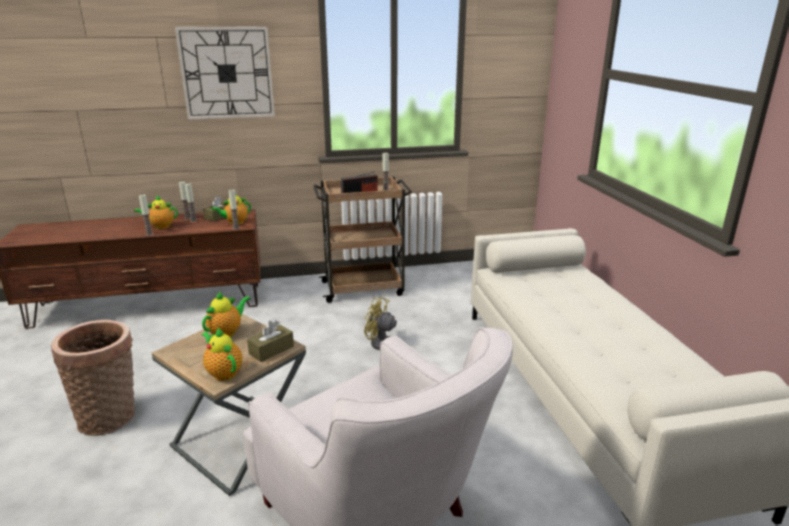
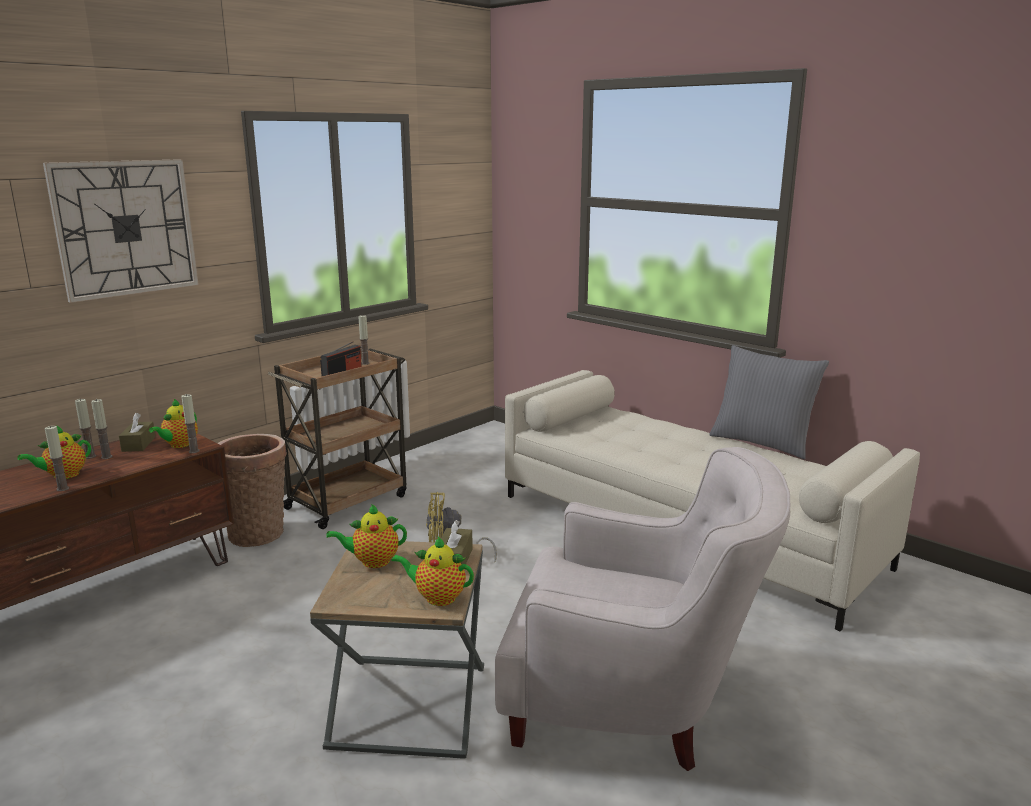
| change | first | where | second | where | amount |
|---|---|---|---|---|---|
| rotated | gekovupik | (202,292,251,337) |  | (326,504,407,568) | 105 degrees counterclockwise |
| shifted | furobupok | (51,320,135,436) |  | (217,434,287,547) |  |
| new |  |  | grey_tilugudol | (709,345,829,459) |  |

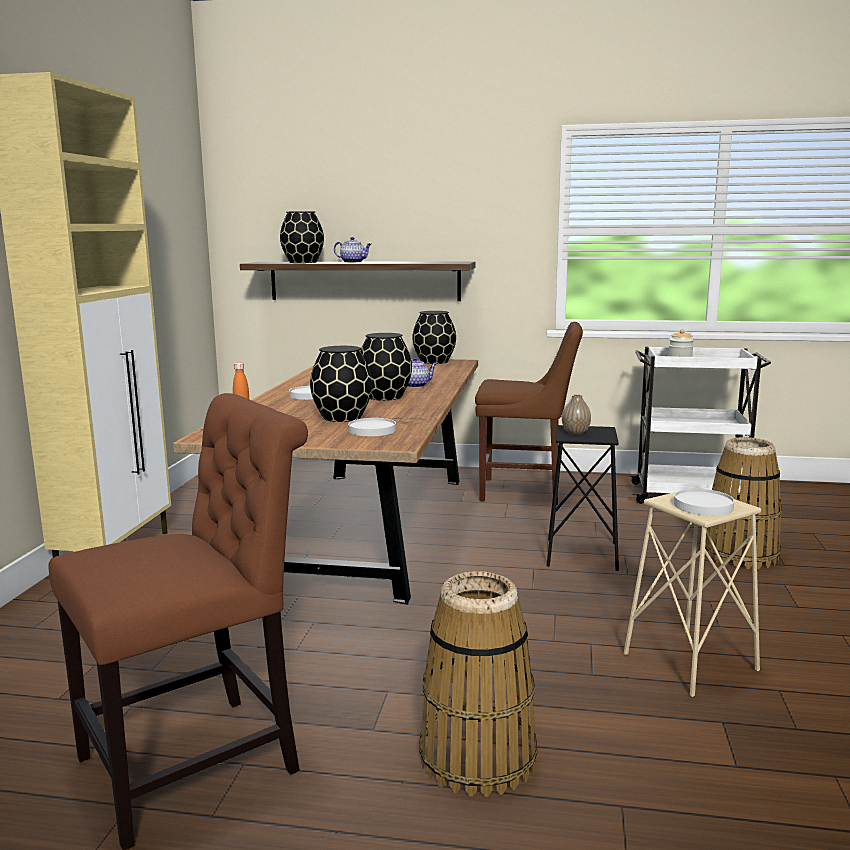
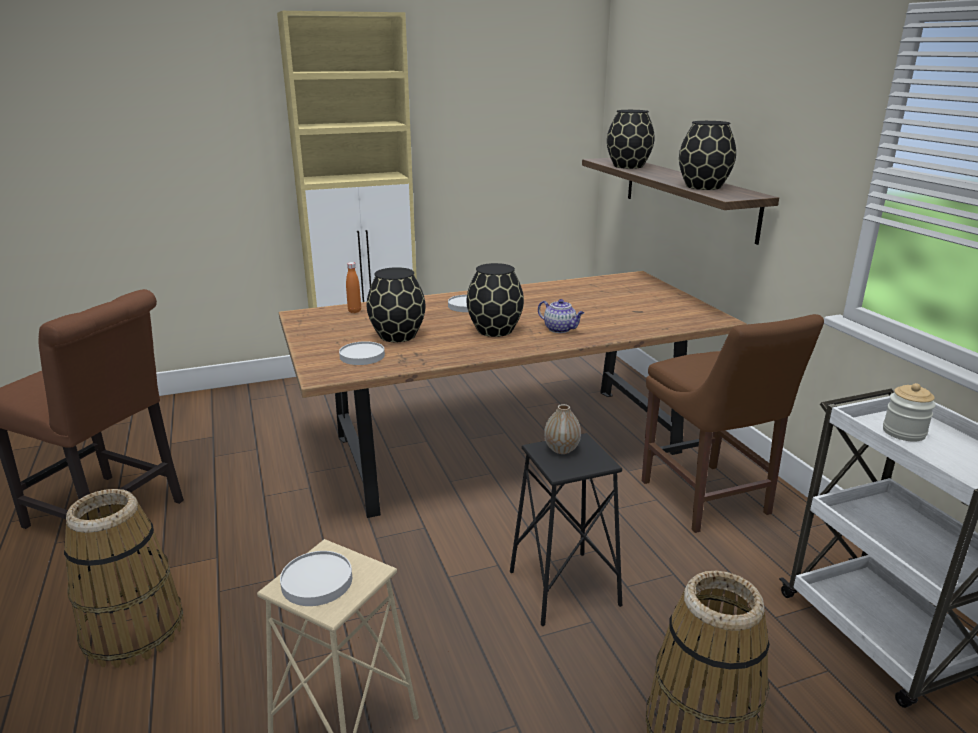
| change | first | where | second | where | amount |
|---|---|---|---|---|---|
| gone | gekovupik | (334,237,371,263) |  |  |  |
| shifted | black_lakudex | (412,311,456,364) |  | (679,121,736,190) |  |

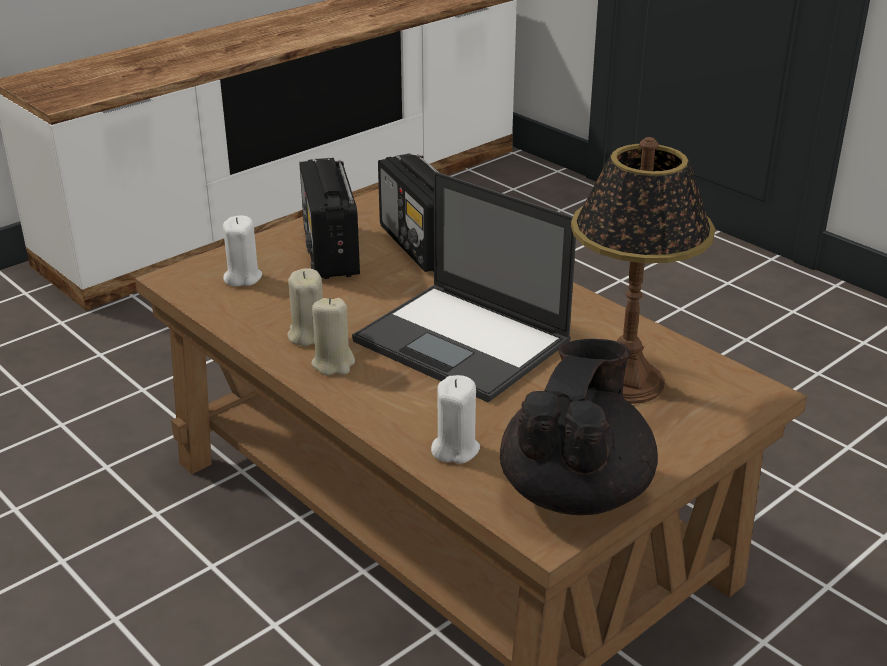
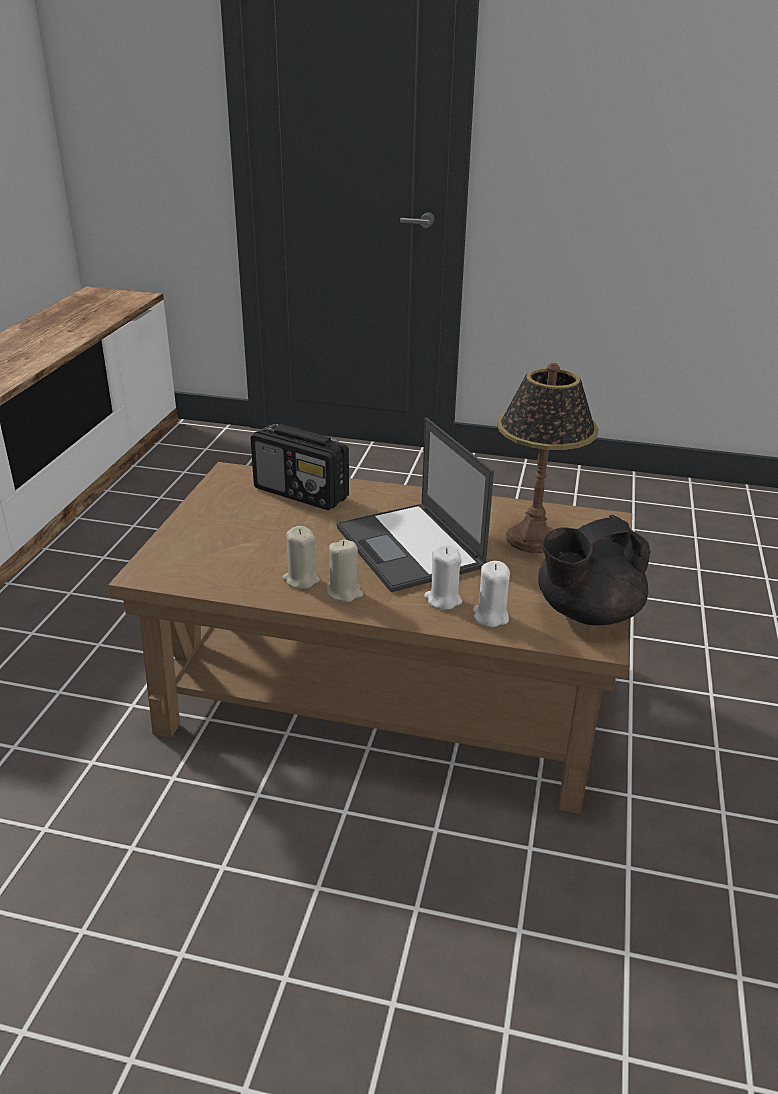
| change | first | where | second | where | amount |
|---|---|---|---|---|---|
| gone | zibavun | (299,158,360,279) |  |  |  |
| rotated | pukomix | (352,171,576,403) |  | (337,418,494,592) | 60 degrees clockwise |
| shifted | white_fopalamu | (223,215,262,286) |  | (424,545,462,610) |  |
| rotated | black_gekovupik | (500,339,658,515) |  | (538,515,651,625) | 105 degrees counterclockwise |

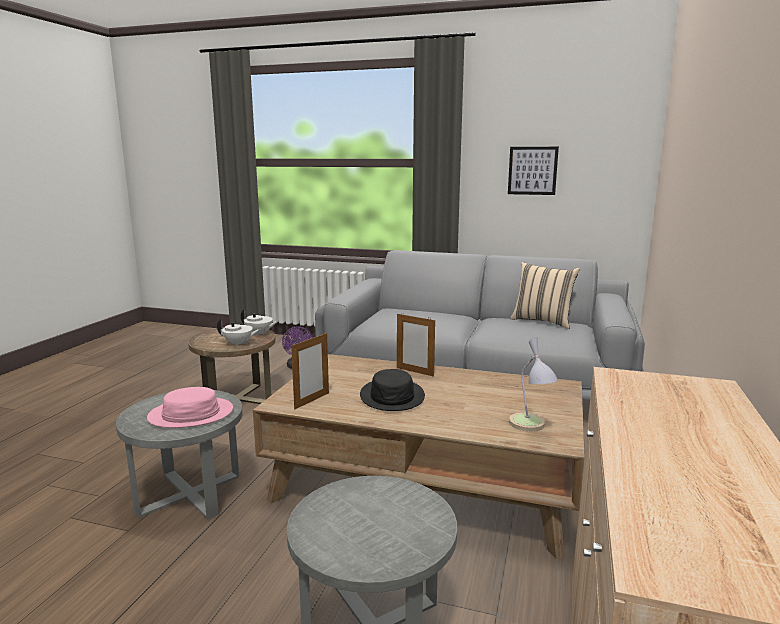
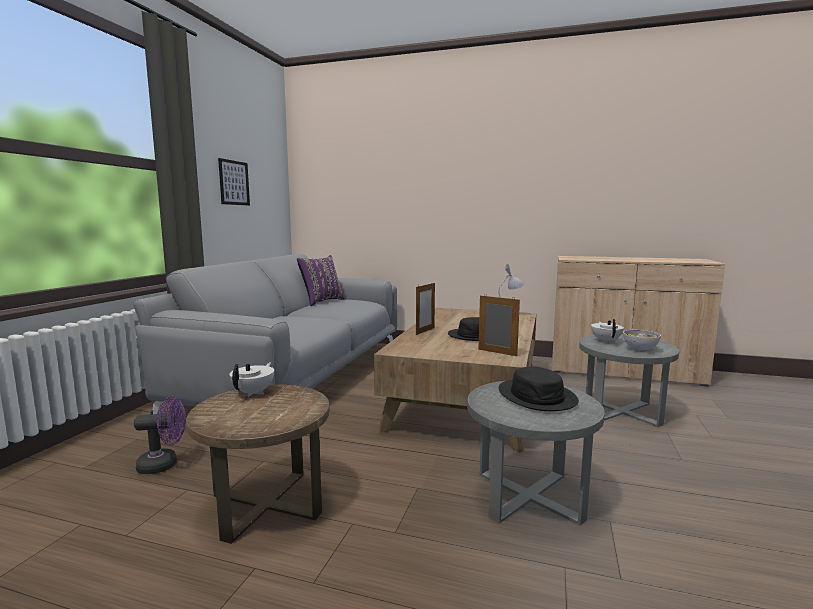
| change | first | where | second | where | amount |
|---|---|---|---|---|---|
| repainted | beige_tilugudol | (510,262,580,329) | purple_tilugudol | (297,255,344,306) |  |
| shifted | white_gekovupik | (217,319,260,346) |  | (591,319,624,343) |  |
| repainted | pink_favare | (147,387,233,428) | black_favare | (499,366,579,411) |  |
| new |  |  | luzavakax | (623,330,661,351) |  |

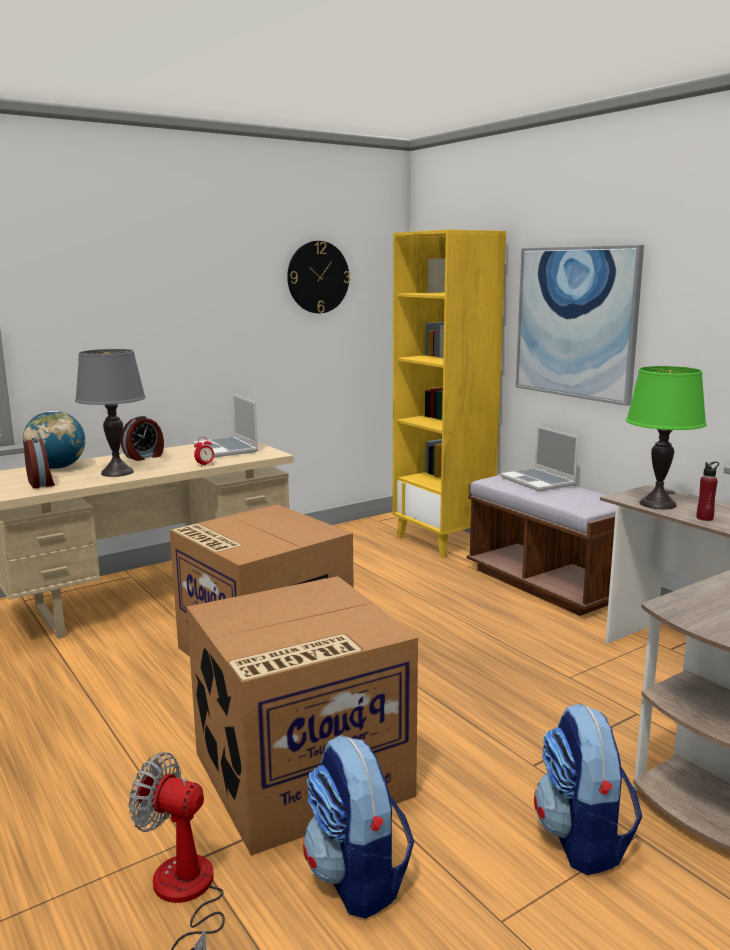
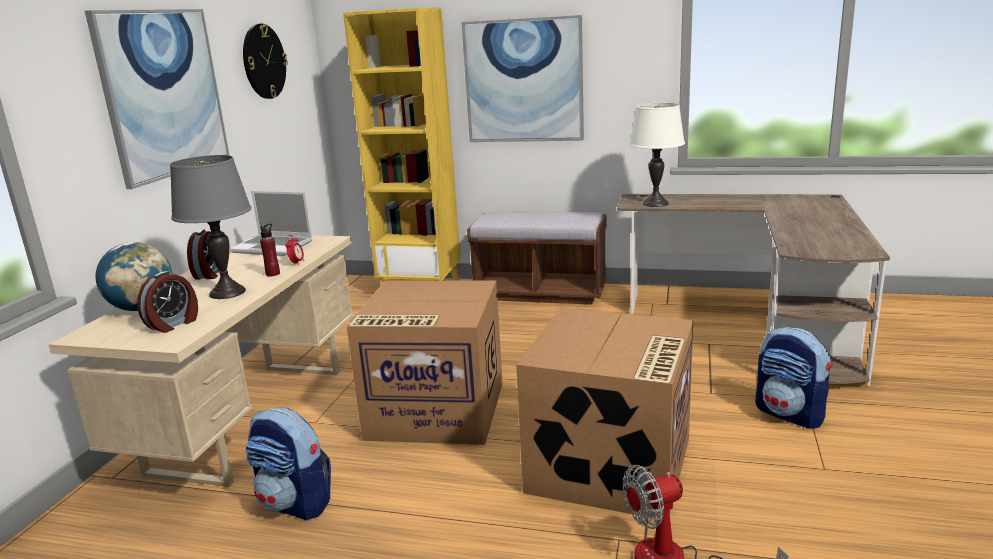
| change | first | where | second | where | amount |
|---|---|---|---|---|---|
| repainted | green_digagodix | (626,366,707,509) | white_digagodix | (629,103,685,207) |  |
| gone | pukomix | (500,426,579,491) |  |  |  |
| rotated | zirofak | (24,438,55,488) |  | (137,271,198,333) | 105 degrees clockwise |
| shifted | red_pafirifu | (696,462,719,521) |  | (260,224,280,276) |  |
| shifted | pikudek | (303,735,414,919) |  | (245,408,331,521) |  |
| new |  |  | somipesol | (85,9,230,189) |  |

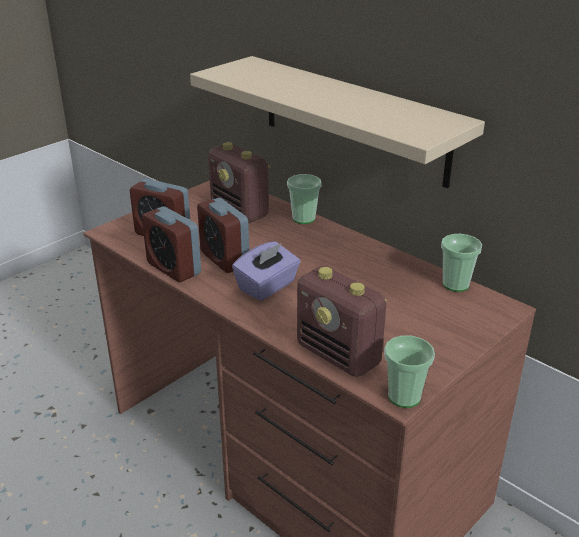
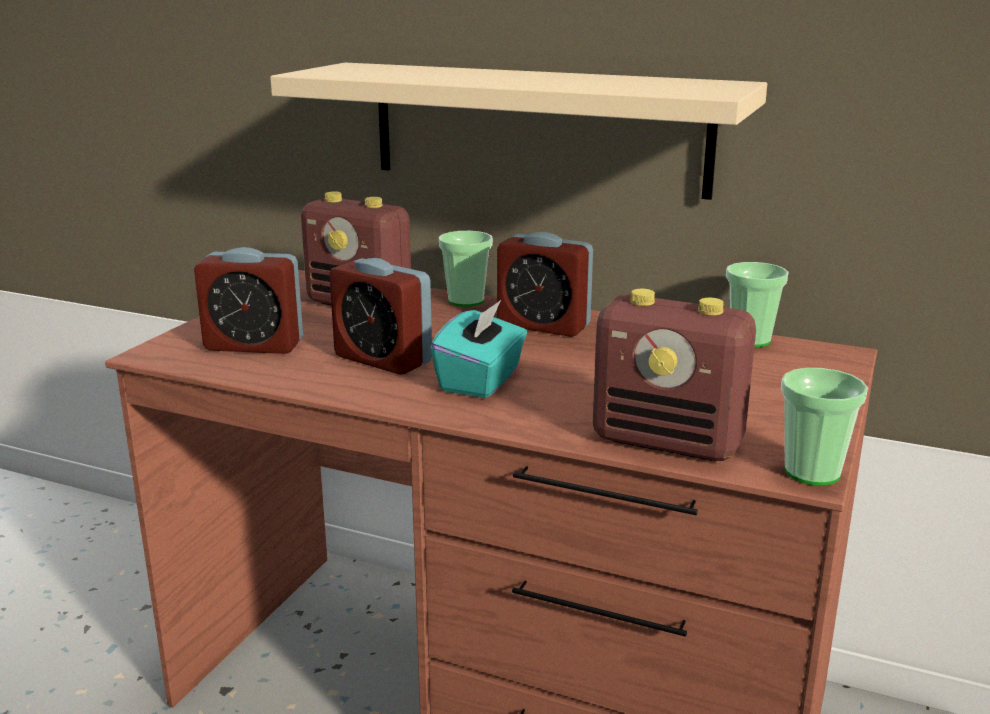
| change | first | where | second | where | amount |
|---|---|---|---|---|---|
| shifted | zirofak | (142,206,201,282) |  | (497,232,593,337) |  |
| repainted | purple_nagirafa | (232,241,301,301) | turquoise_nagirafa | (430,300,527,398) |  |

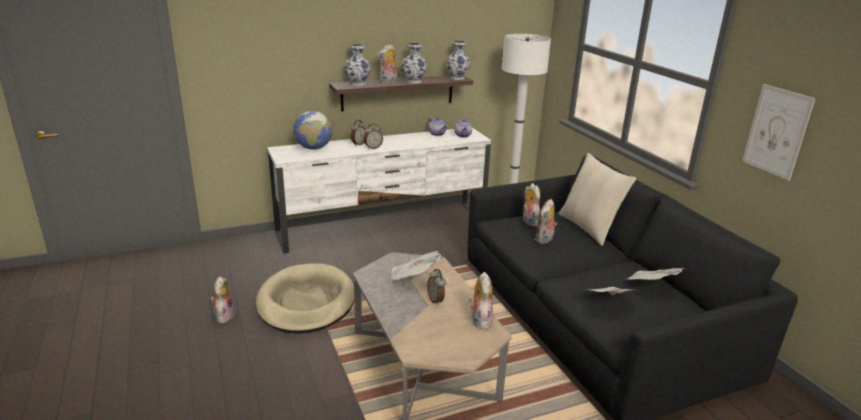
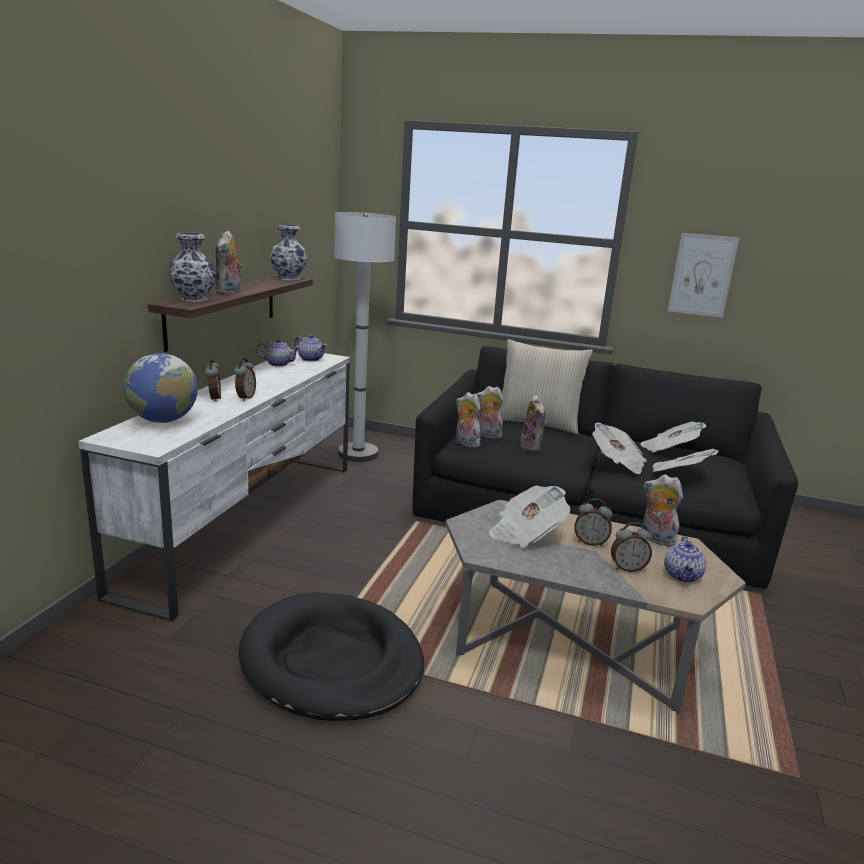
| change | first | where | second | where | amount |
|---|---|---|---|---|---|
| gone | lakudex | (401,43,427,83) |  |  |  |
| repainted | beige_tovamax | (256,263,354,333) | black_tovamax | (239,592,424,721) |  |
| shifted | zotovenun | (210,276,234,323) |  | (455,392,481,448) |  |
| new |  |  | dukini | (592,423,647,474) |  |
| new |  |  | zirofak | (611,522,652,572) |  |
| new |  |  | gekovupik | (664,536,706,583) |  |

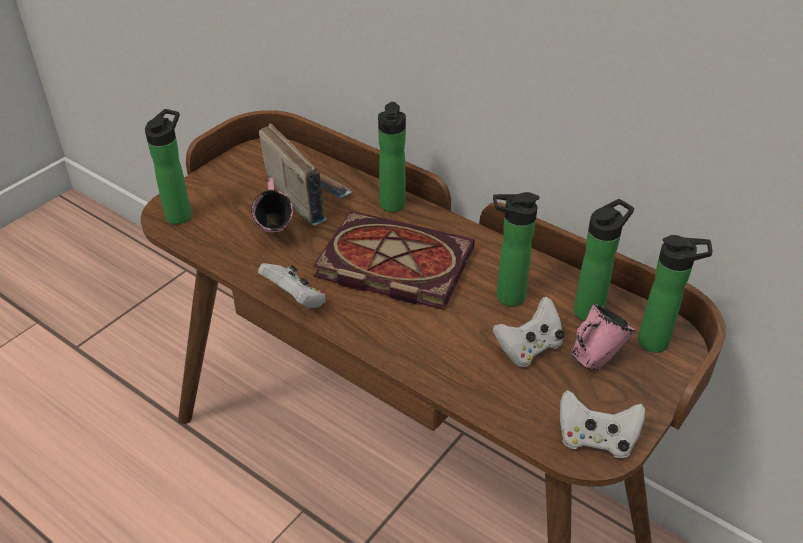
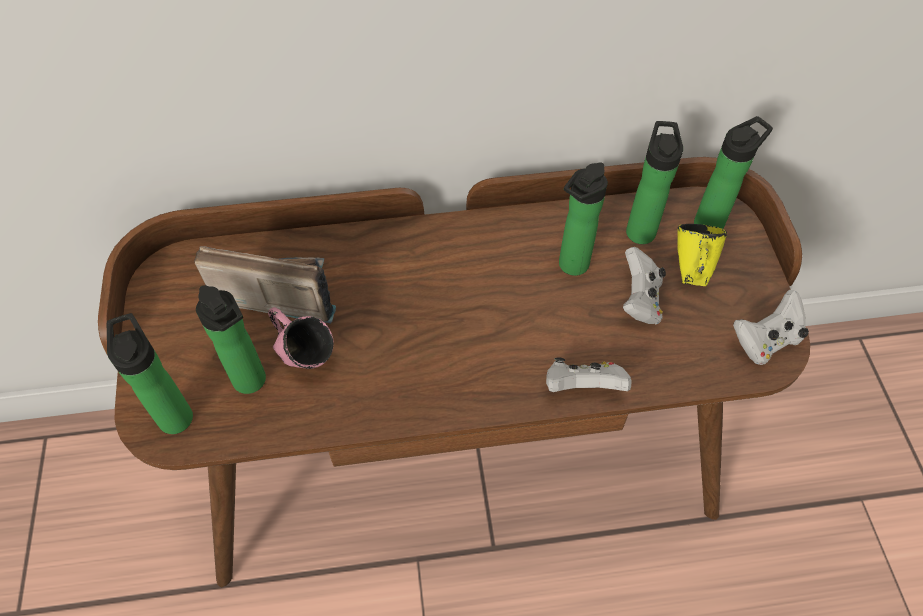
| change | first | where | second | where | amount |
|---|---|---|---|---|---|
| shifted | pafirifu | (378,102,406,212) |  | (196,285,266,394) |  |
| gone | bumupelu | (313,210,475,310) |  |  |  |
| shifted | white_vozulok | (258,263,326,309) |  | (546,357,631,392) |  |
| repainted | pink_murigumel | (572,304,635,371) | yellow_murigumel | (677,224,727,286) |  |

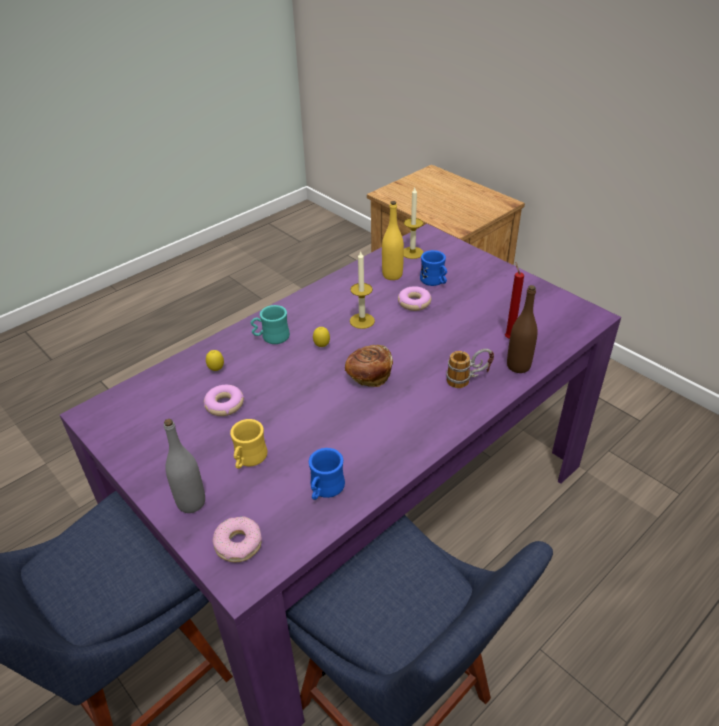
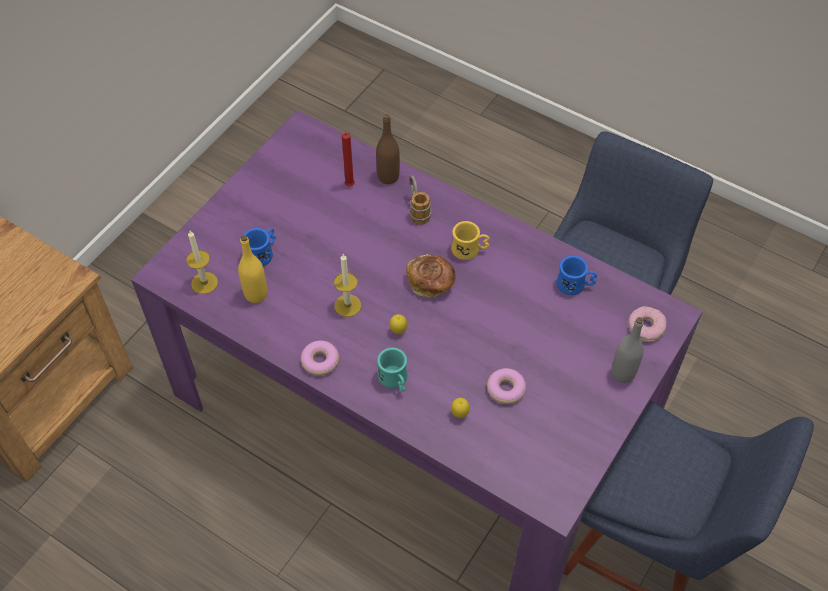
| change | first | where | second | where | amount |
|---|---|---|---|---|---|
| shifted | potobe | (398,286,431,311) |  | (301,340,339,375) |  |
| shifted | yellow_murigumel | (230,419,268,469) |  | (451,221,490,260) |  |

